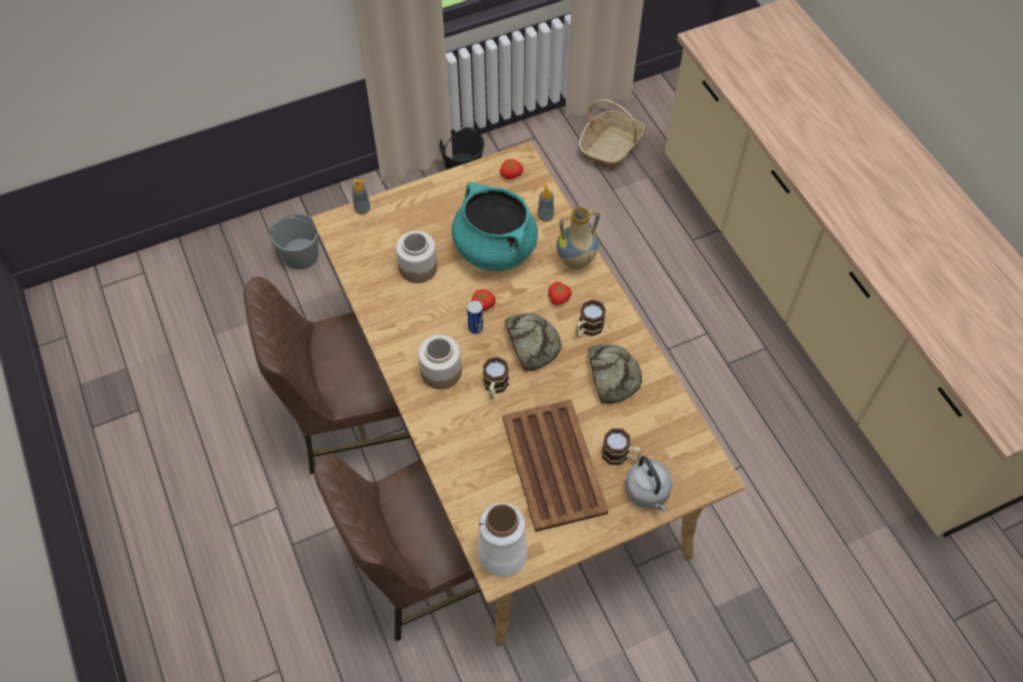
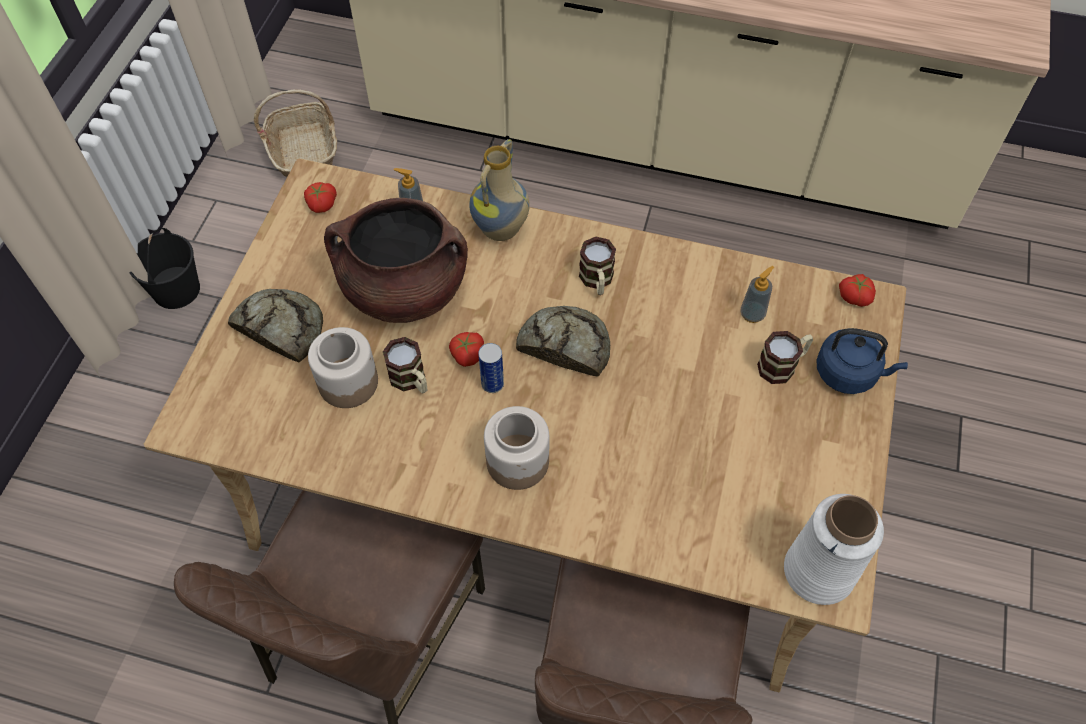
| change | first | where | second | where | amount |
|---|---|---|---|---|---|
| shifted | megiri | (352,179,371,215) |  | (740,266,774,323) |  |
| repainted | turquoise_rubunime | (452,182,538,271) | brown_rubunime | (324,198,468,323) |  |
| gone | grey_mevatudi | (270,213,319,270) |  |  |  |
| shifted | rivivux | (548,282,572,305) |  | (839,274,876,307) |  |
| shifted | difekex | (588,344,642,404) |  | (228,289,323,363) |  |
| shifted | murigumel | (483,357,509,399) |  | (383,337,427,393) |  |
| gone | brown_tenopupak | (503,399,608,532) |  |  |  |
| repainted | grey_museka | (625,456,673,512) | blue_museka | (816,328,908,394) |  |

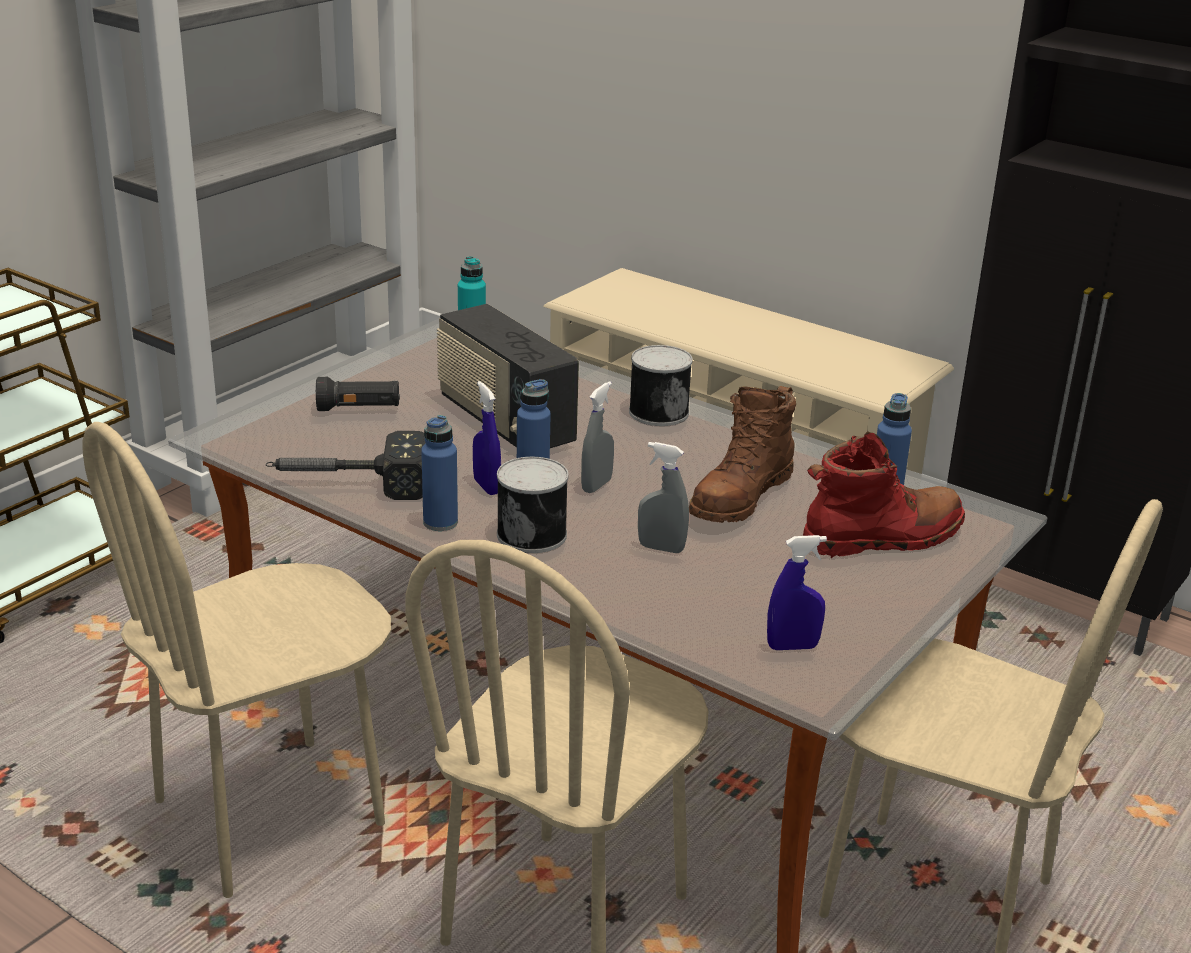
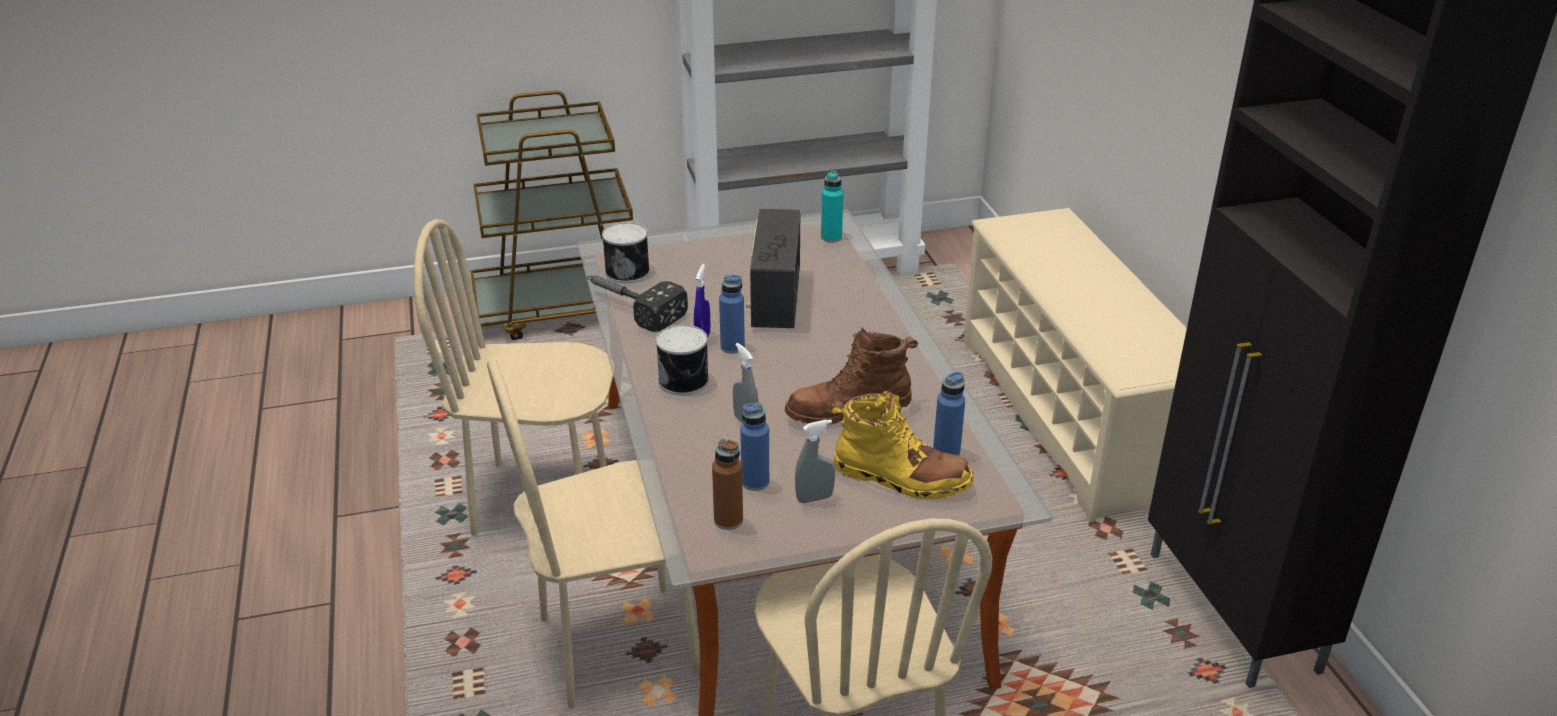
| change | first | where | second | where | amount |
|---|---|---|---|---|---|
| shifted | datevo | (629,345,693,426) |  | (602,222,650,283) |  |
| gone | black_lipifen | (316,377,400,411) |  |  |  |
| shifted | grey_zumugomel | (581,381,614,493) |  | (795,419,835,503) |  |
| shifted | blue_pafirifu | (421,415,458,531) |  | (740,402,769,491) |  |
| repainted | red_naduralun | (803,431,965,558) | yellow_naduralun | (831,391,974,500) |  |
| swapped | blue_zumugomel | (767,535,827,650) | brown_pafirifu | (712,439,743,530) |  |

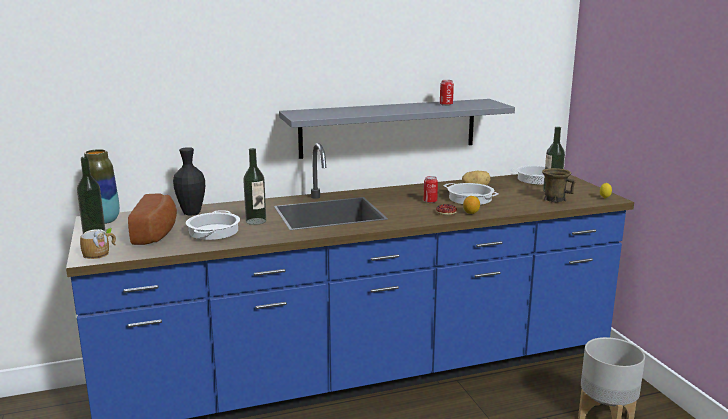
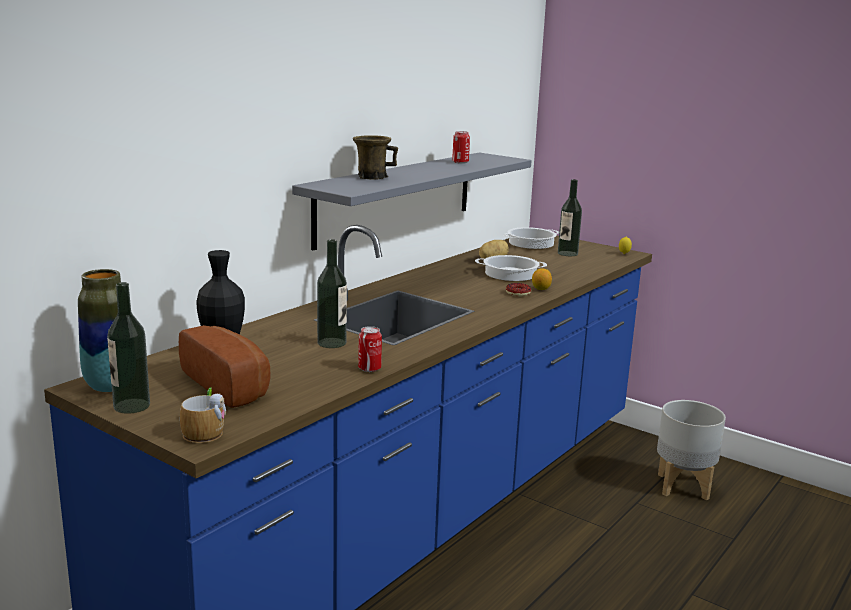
| change | first | where | second | where | amount |
|---|---|---|---|---|---|
| shifted | brown_murigumel | (542,168,576,203) |  | (353,135,398,180) |  |
| shifted | datevo | (423,176,438,203) |  | (358,326,382,372) |  |
| gone | rubunime | (186,210,240,240) |  |  |  |

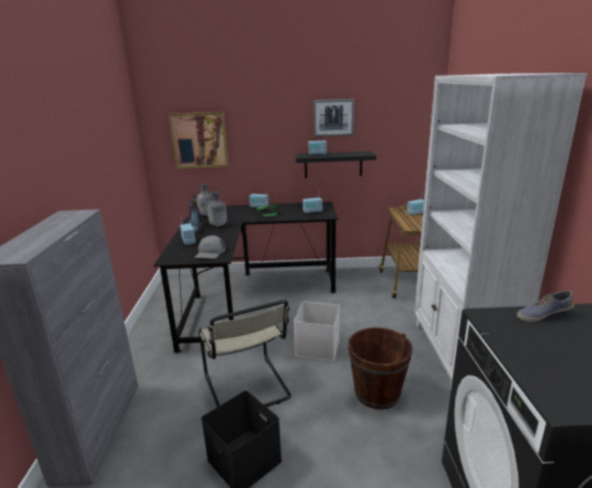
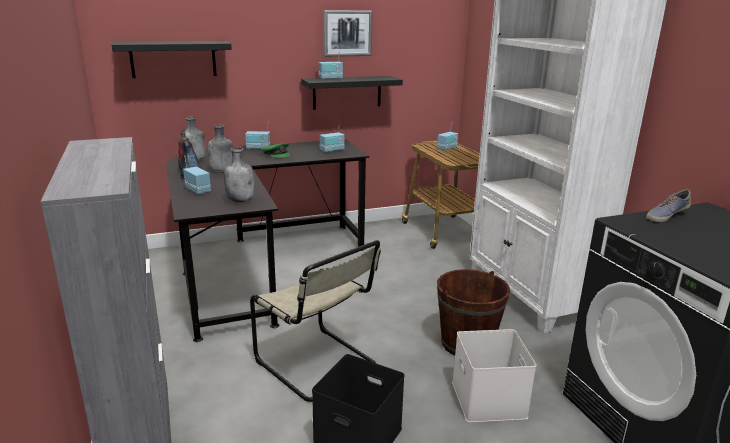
| change | first | where | second | where | amount |
|---|---|---|---|---|---|
| swapped | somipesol | (168,112,229,169) | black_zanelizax | (112,41,232,78) |  |
| swapped | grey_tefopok | (195,236,225,259) | grey_pafirifu | (224,147,254,202) |  |
| shifted | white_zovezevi | (294,301,340,361) |  | (452,329,537,423) |  |

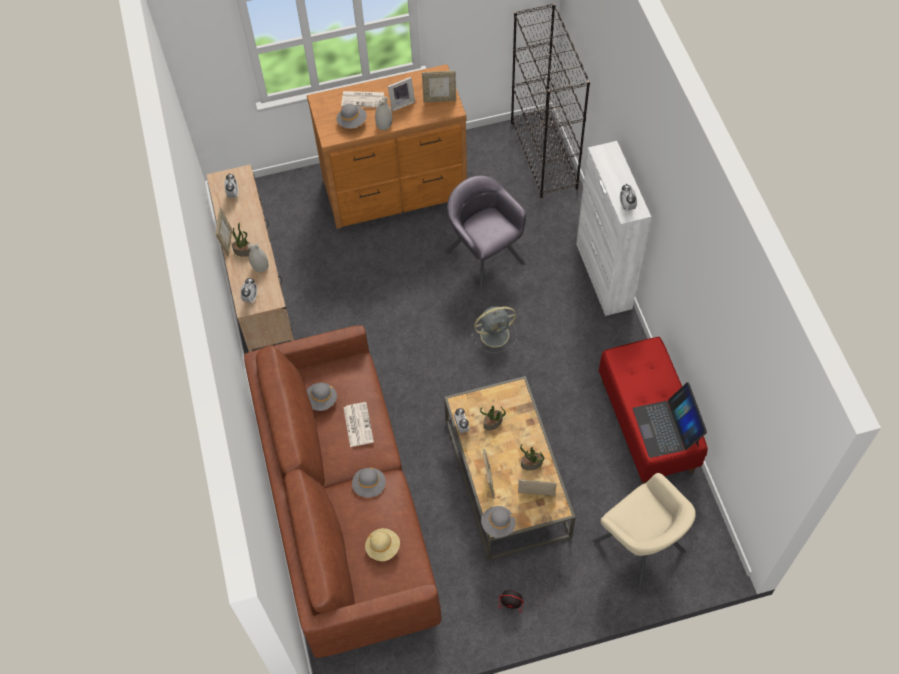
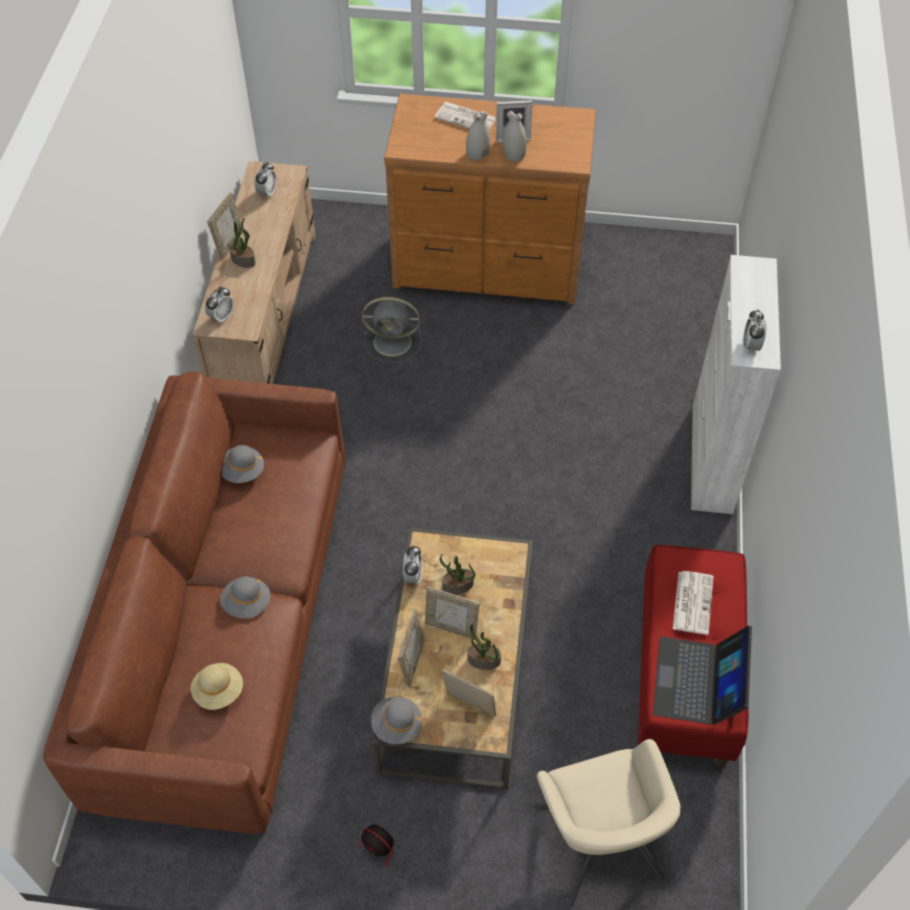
| change | first | where | second | where | amount |
|---|---|---|---|---|---|
| gone | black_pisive | (511,3,590,198) |  |  |  |
| shifted | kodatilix | (422,71,456,102) |  | (425,586,480,640) |  |
| gone | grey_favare | (336,104,367,129) |  |  |  |
| gone | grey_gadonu | (445,176,526,292) |  |  |  |
| shifted | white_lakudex | (248,243,268,272) |  | (502,111,527,162) |  |
| shifted | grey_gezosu | (471,306,517,353) |  | (362,297,421,363) |  |
| shifted | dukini | (344,402,374,447) |  | (673,571,714,635) |  |

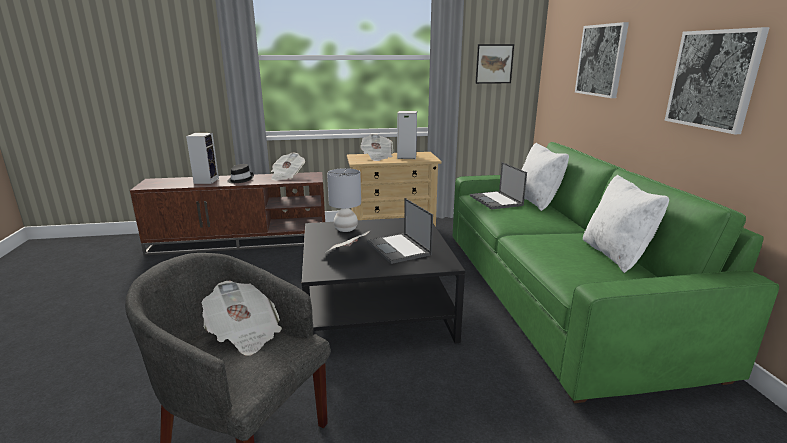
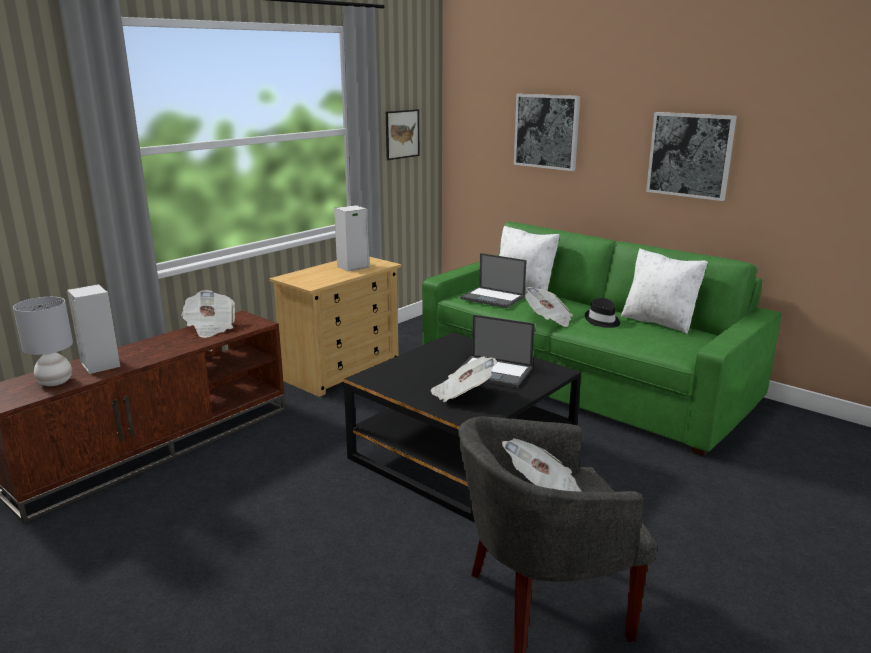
| change | first | where | second | where | amount |
|---|---|---|---|---|---|
| shifted | dukini | (360,134,393,161) |  | (525,287,573,327) |  |
| shifted | black_favare | (227,164,254,183) |  | (585,298,620,328) |  |
| shifted | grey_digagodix | (327,168,361,232) |  | (13,297,73,386) |  |

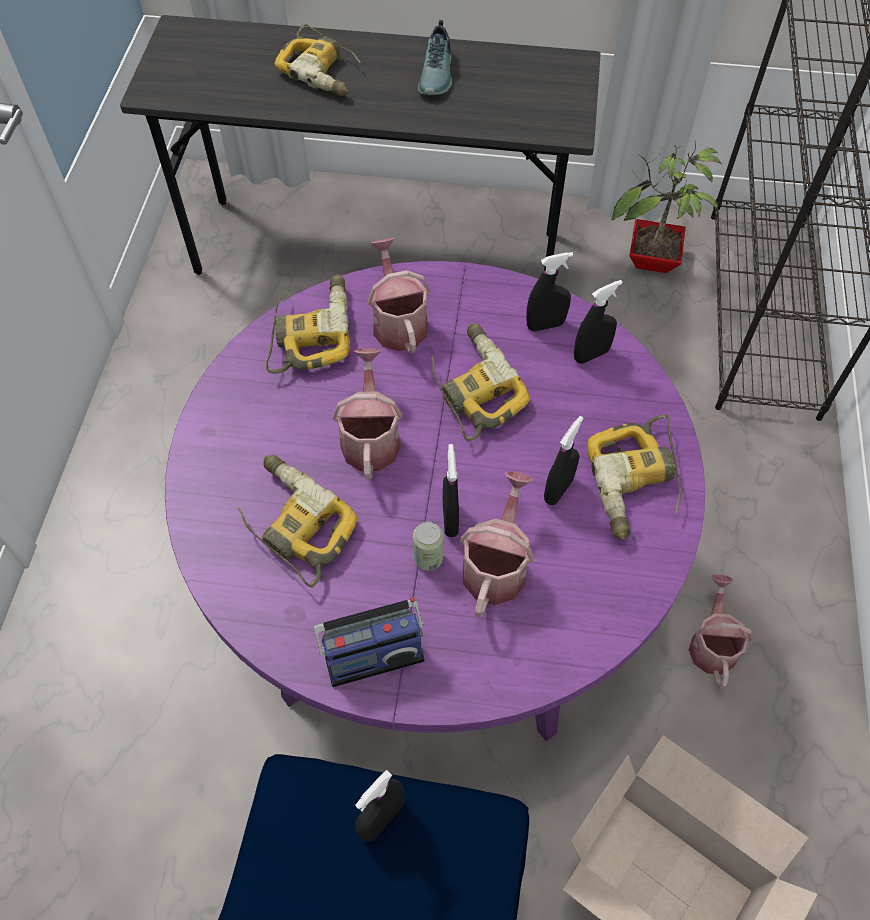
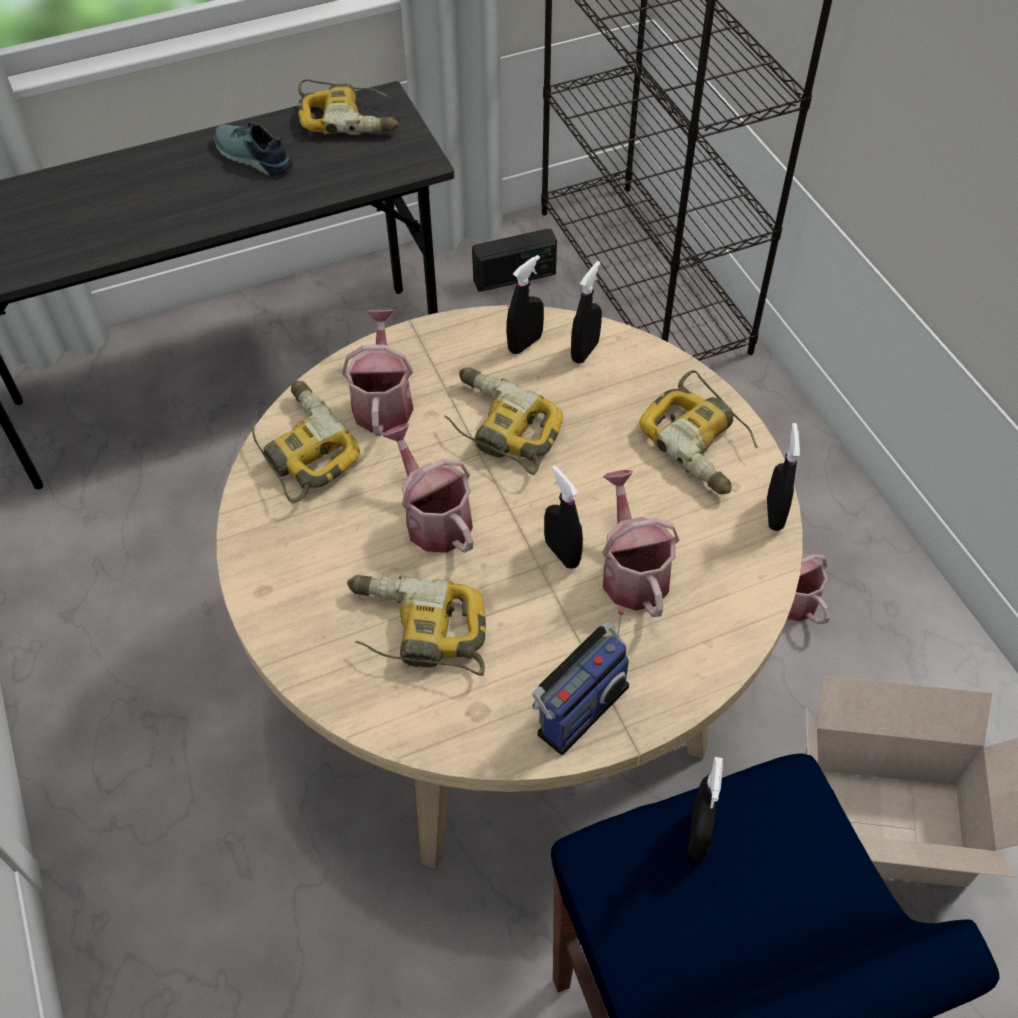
| change | first | where | second | where | amount |
|---|---|---|---|---|---|
| rotated | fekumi | (418,20,452,95) |  | (214,121,293,176) | 150 degrees clockwise |
| shifted | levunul | (275,24,361,96) |  | (298,79,399,135) |  |
| swapped | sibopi | (611,141,722,273) | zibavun | (472,229,557,292) |  |
| rotated | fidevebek | (368,238,430,354) |  | (342,310,414,436) | 45 degrees clockwise |
| repainted | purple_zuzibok | (165,261,705,742) | beige_zuzibok | (216,305,803,870) |  |
| shifted | black_zumugomel | (544,416,583,505) |  | (767,423,800,531) |  |
| gone | datevo | (413,521,443,571) |  |  |  |

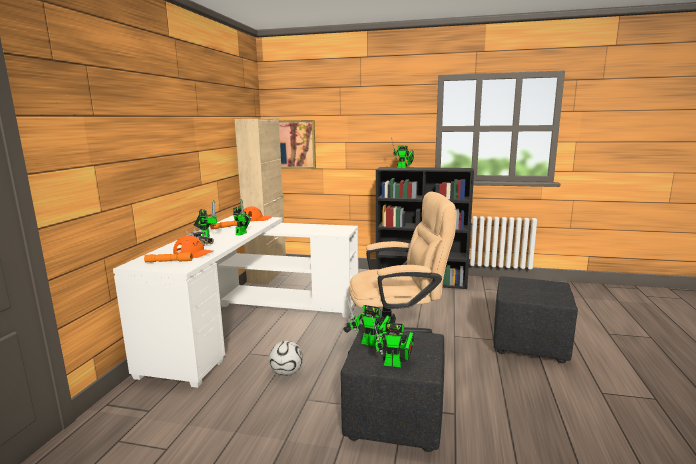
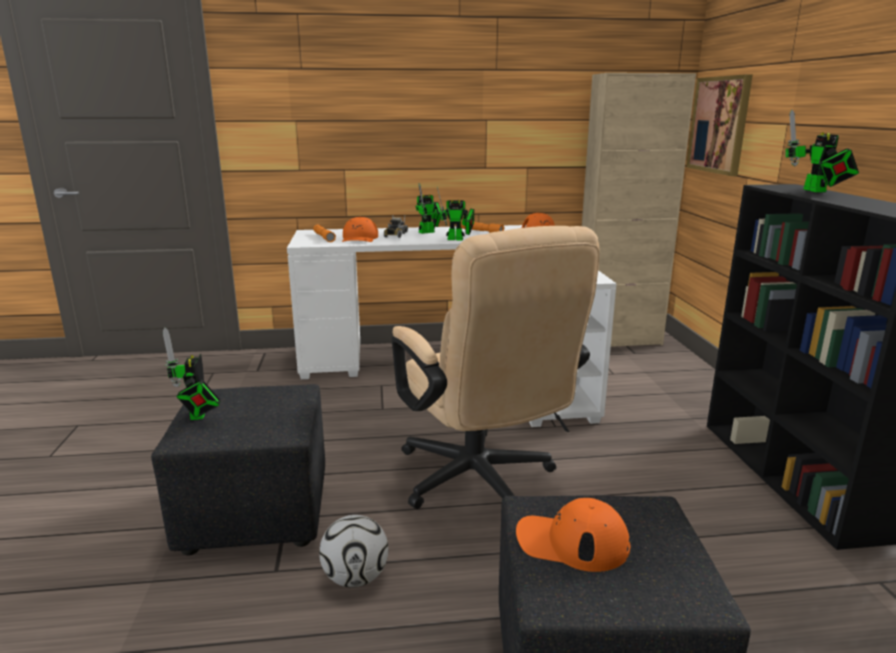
| change | first | where | second | where | amount |
|---|---|---|---|---|---|
| gone | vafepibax | (347,296,392,347) |  |  |  |
| shifted | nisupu | (269,341,303,376) |  | (319,515,388,588) |  |
| new |  |  | orange_tefopok | (516,498,630,572) |  |

